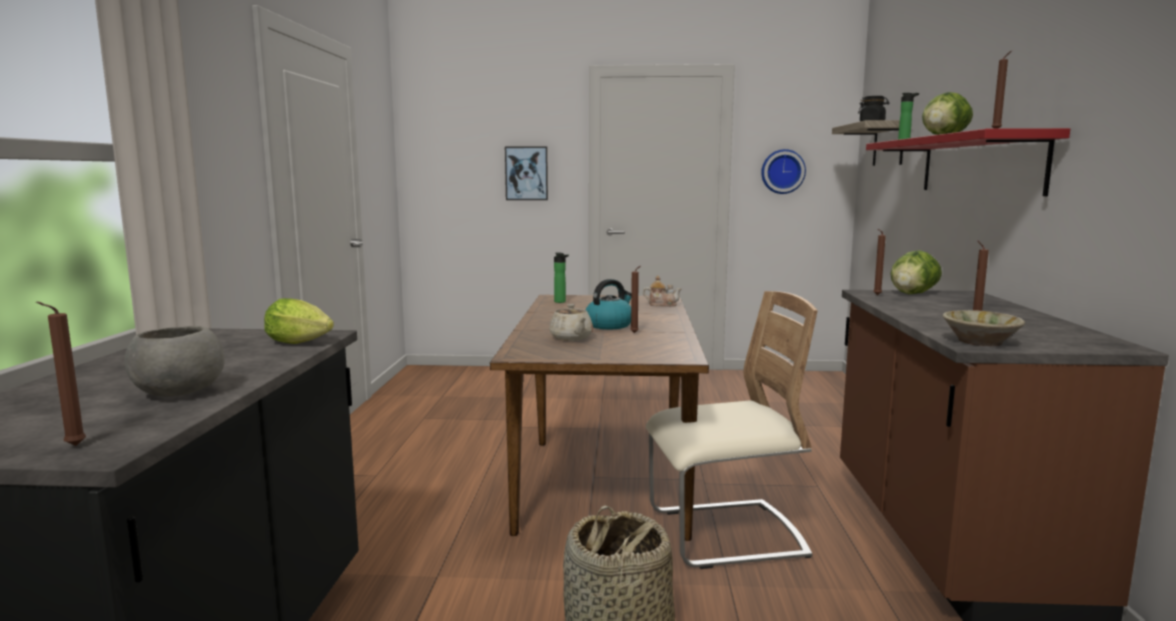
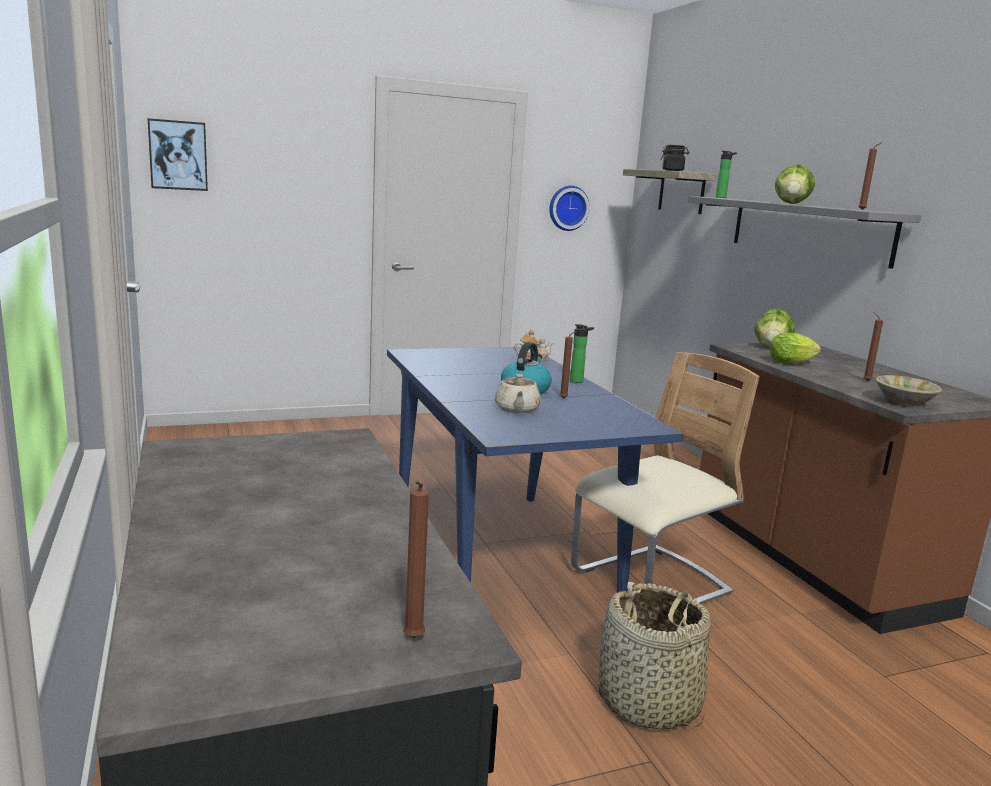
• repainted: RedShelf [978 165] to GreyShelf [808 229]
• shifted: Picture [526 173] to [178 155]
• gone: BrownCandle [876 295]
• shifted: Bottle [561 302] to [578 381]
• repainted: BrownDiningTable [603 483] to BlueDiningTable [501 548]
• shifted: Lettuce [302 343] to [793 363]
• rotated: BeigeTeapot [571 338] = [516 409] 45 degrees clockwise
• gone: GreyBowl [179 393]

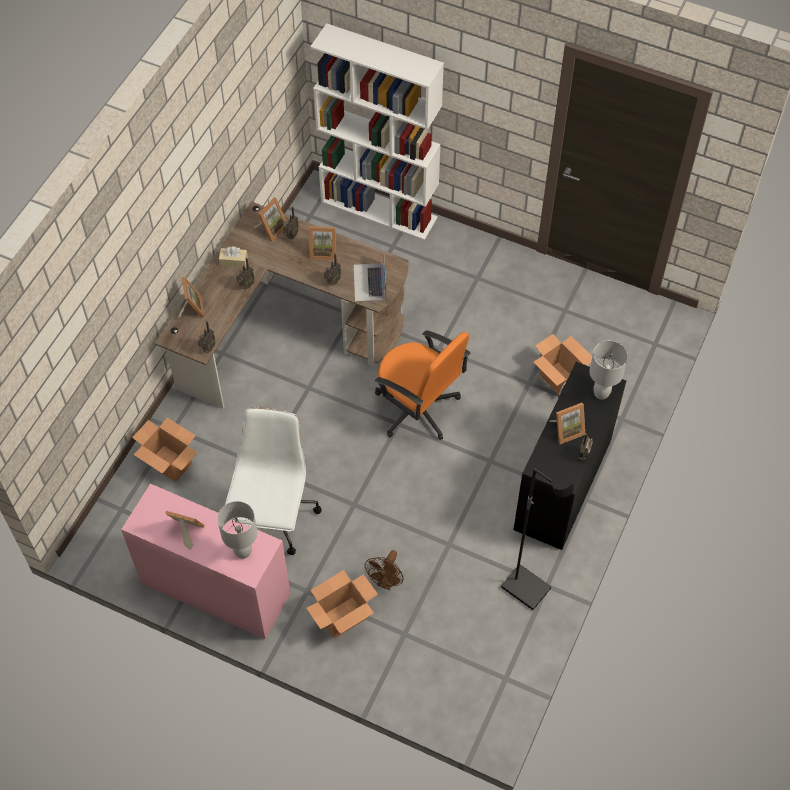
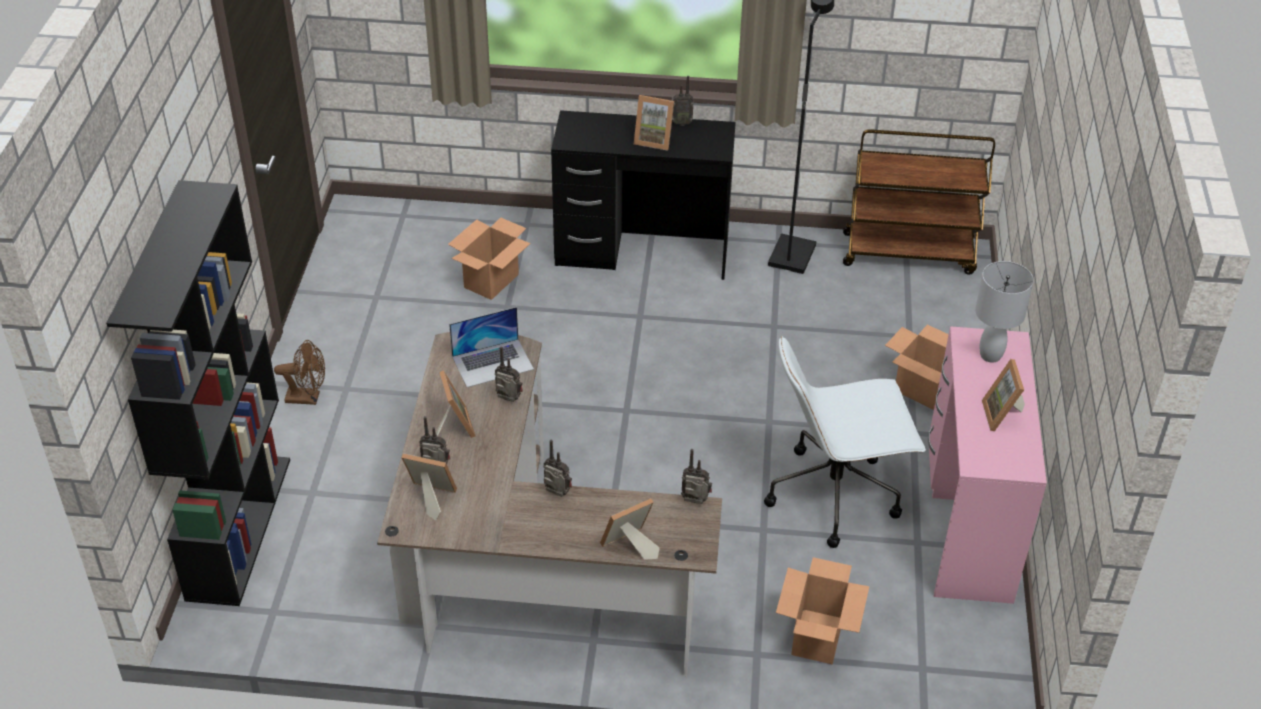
• repainted: WhiteBookcase [380 209] to BlackBookcase [238 526]
• gone: BeigeTissueBox [233 261]
• gone: OrangeOfficeChair [418 408]
• gone: WhiteTableLamp [601 393]
• rotated: PictureFrame [566 430] = [654 140] 150 degrees clockwise
• shifted: BrownFan [386 581] to [308 398]
• new: BrownCart [909 253]

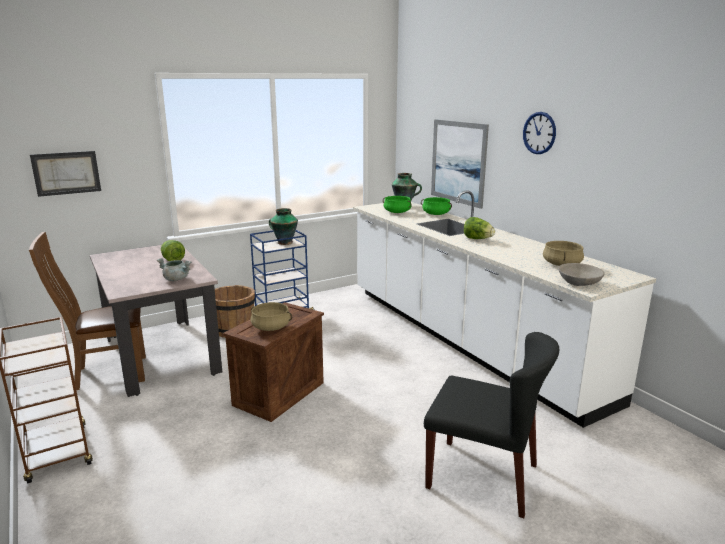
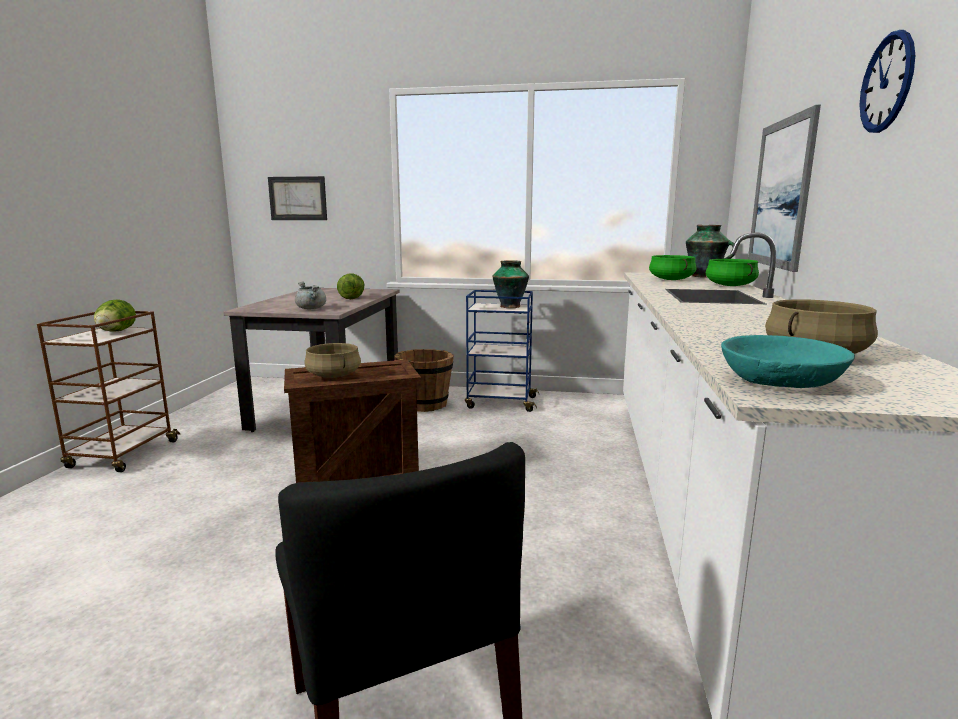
• shifted: Lettuce [478 239] to [115 332]
• gone: BrownChair [106 374]
• repainted: GreyBowl [579 282] to TurquoiseBowl [780 381]

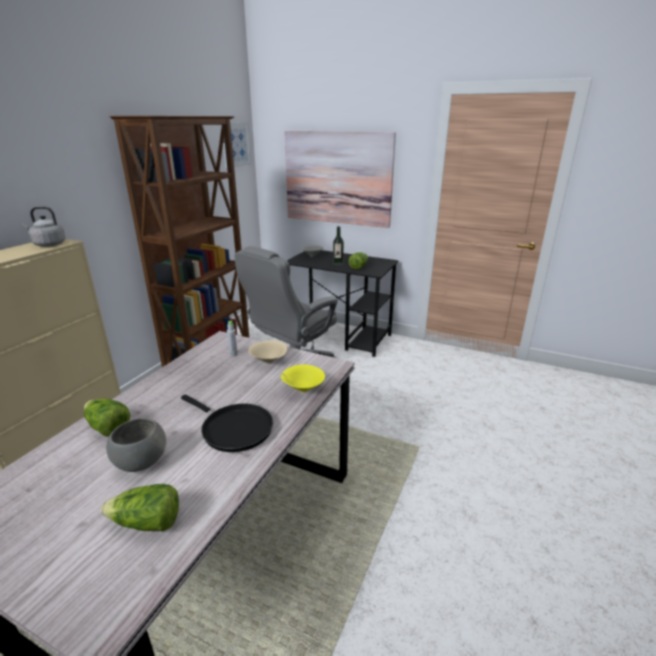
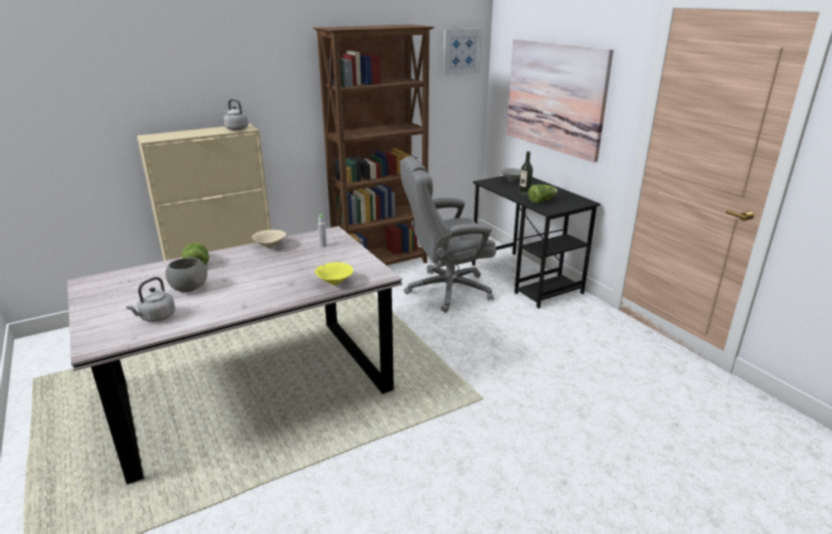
• shifted: BeigeBowl [269 362] to [270 247]
• gone: BlackFryingPan [233 429]
• swapped: Lettuce [147 523] to GreyKettle [156 317]

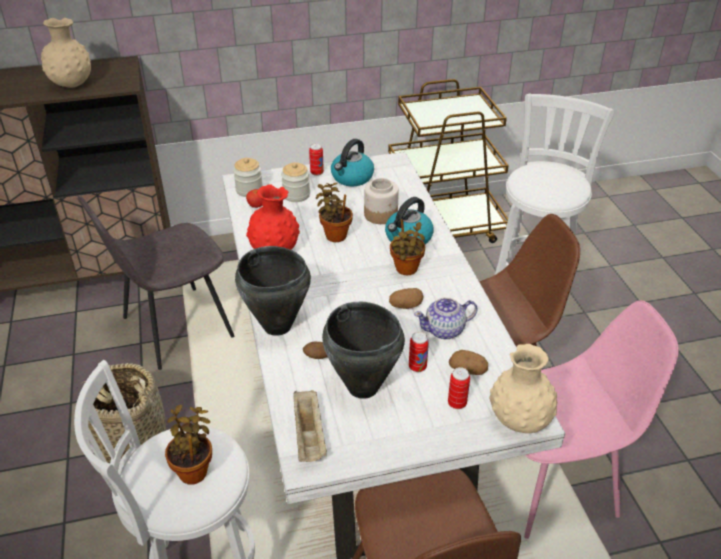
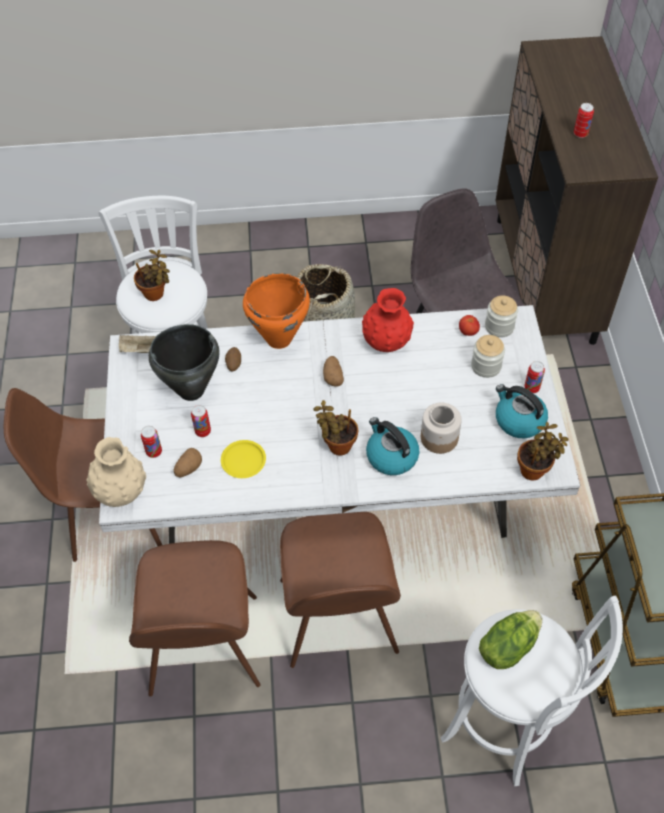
• swapped: BeigeVase [72 85] to Can [580 134]
• shifted: PottedPlant [335 235] to [534 470]
• repainted: BlackCookingPot [277 326] to OrangeCookingPot [278 339]
• shifted: Potato [406 306] to [333 377]
• swapped: Teapot [445 330] to YellowPlate [243 461]
• repainted: PinkChair [553 480] to BrownChair [203 649]
• new: Lettuce [507 646]

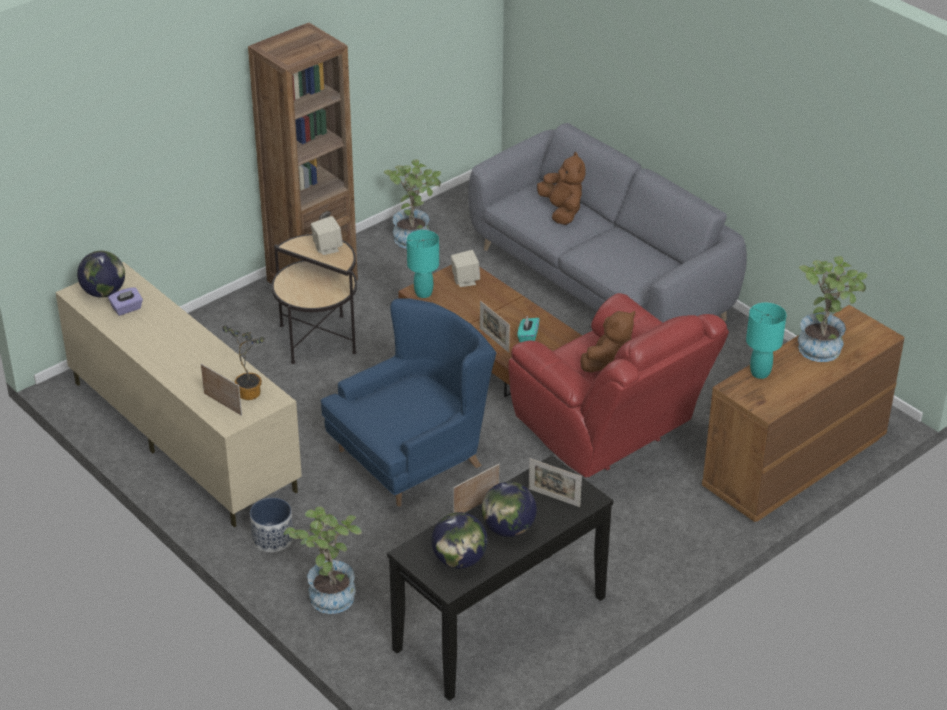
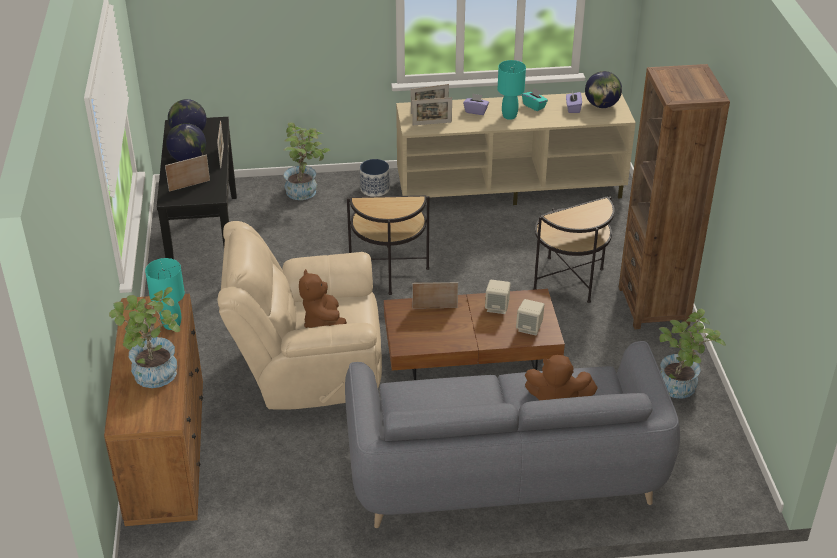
• shifted: BeigeSpeaker [327 248] to [497 307]
• shifted: TurquoiseTableLamp [423 293] to [509 116]
• repainted: RedArmchair [610 435] to BeigeArmchair [308 370]
• swapped: BlueArmchair [413 456] to SideTable [389 269]
• shifted: TurquoiseTissueBox [528 337] to [534 106]
• swapped: PottedPlant [250 391] to PictureFrame [432 123]
• new: PurpleTissueBox [476 111]

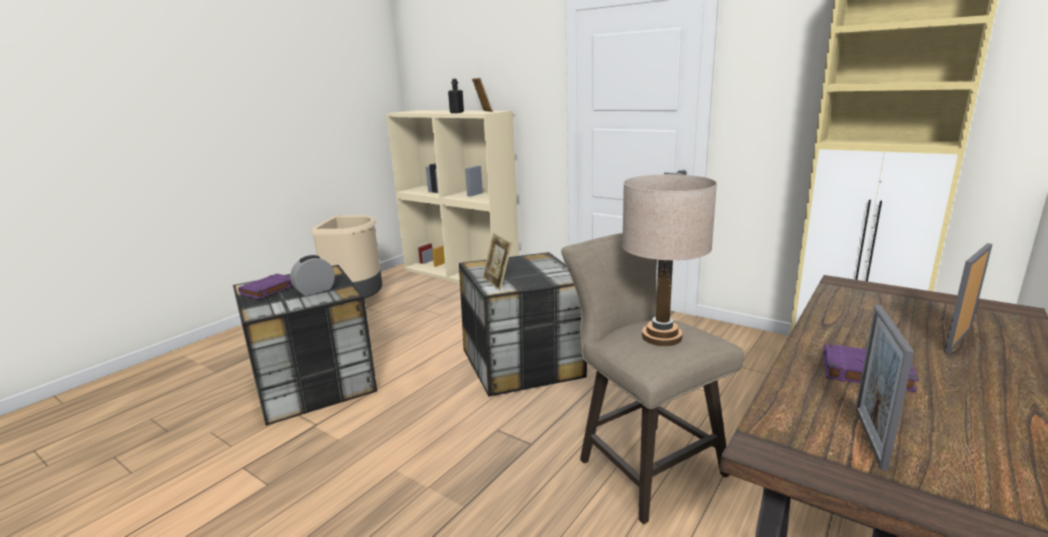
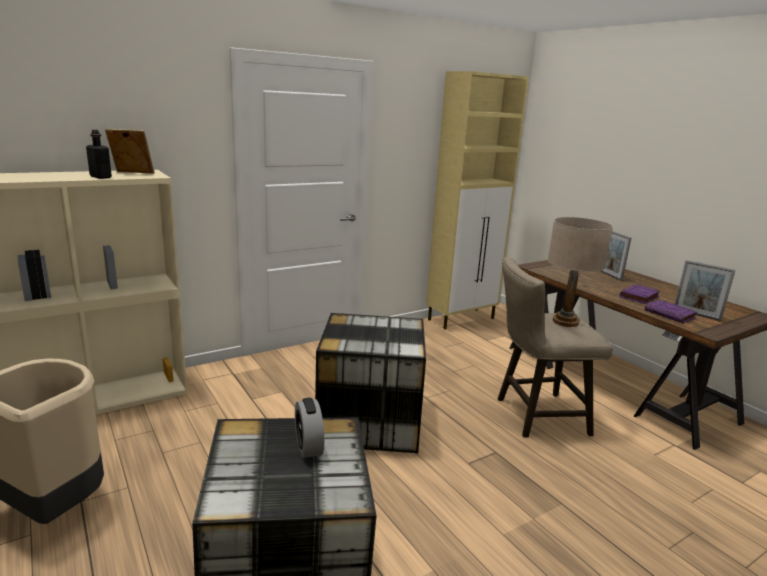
• gone: PictureFrame [498 283]
• shifted: PurpleBook [268 290] to [670 314]

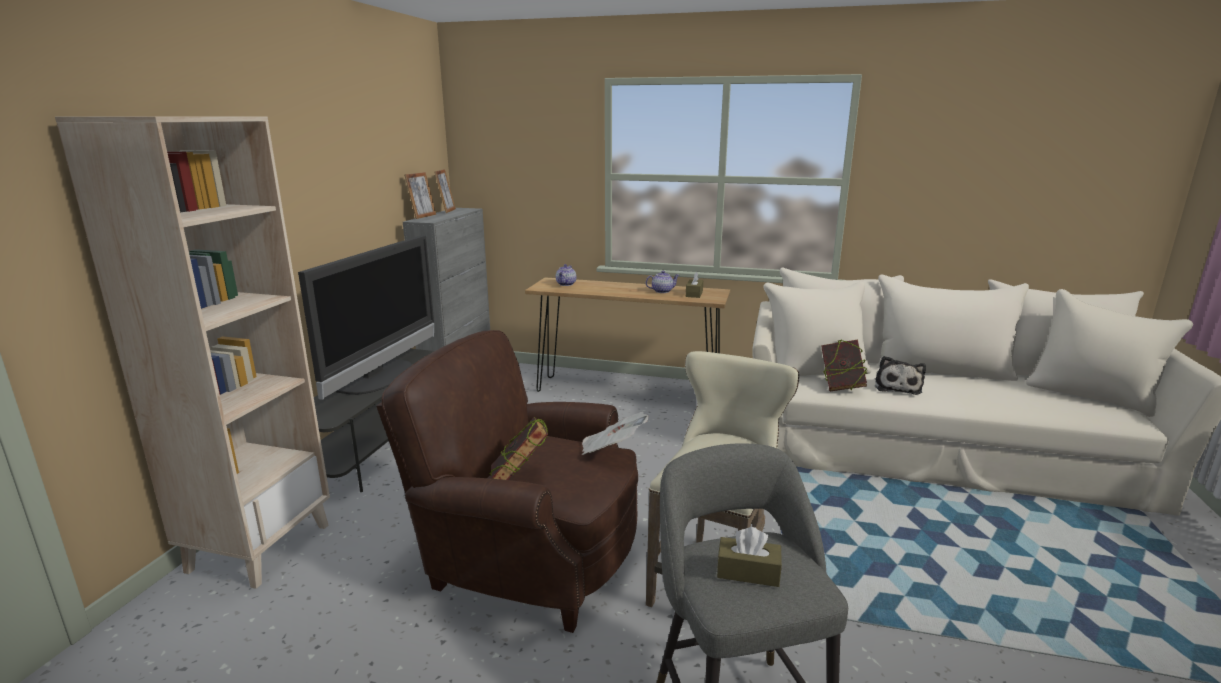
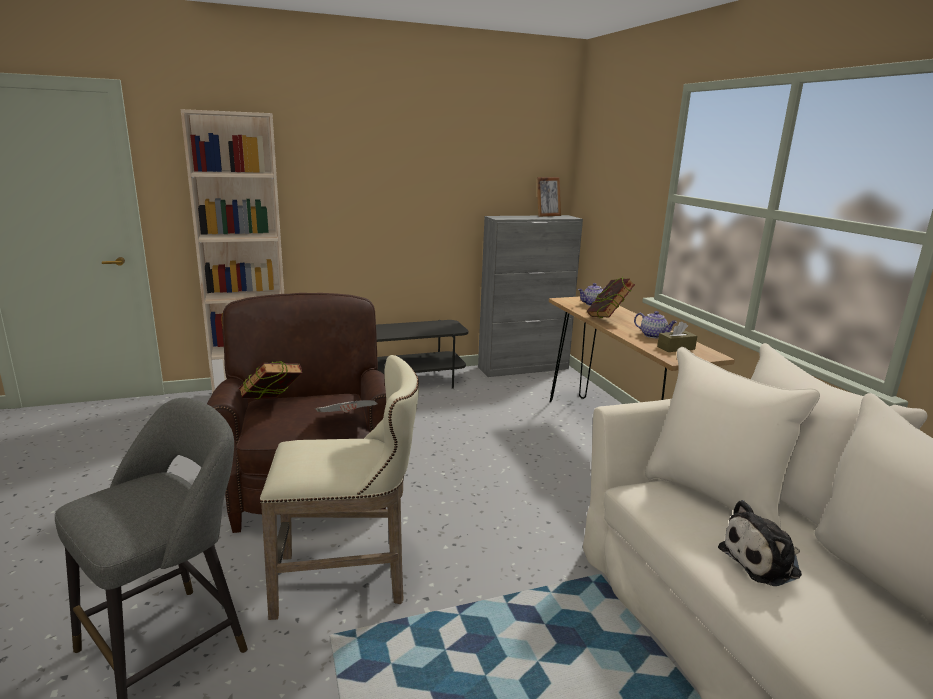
• gone: PictureFrame [422 216]
• gone: Television [381 378]
• shifted: Book [841 387] to [608 319]
• gone: BrownTissueBox [748 572]

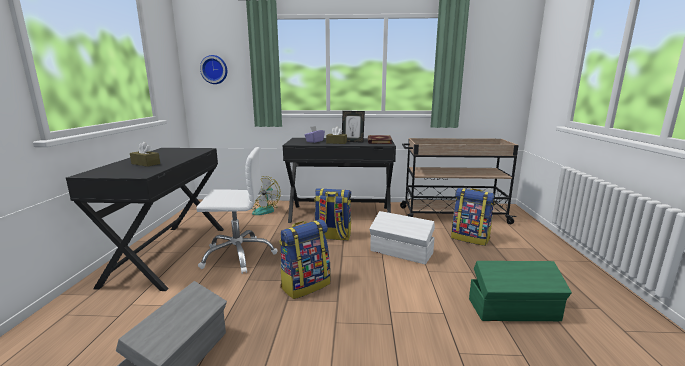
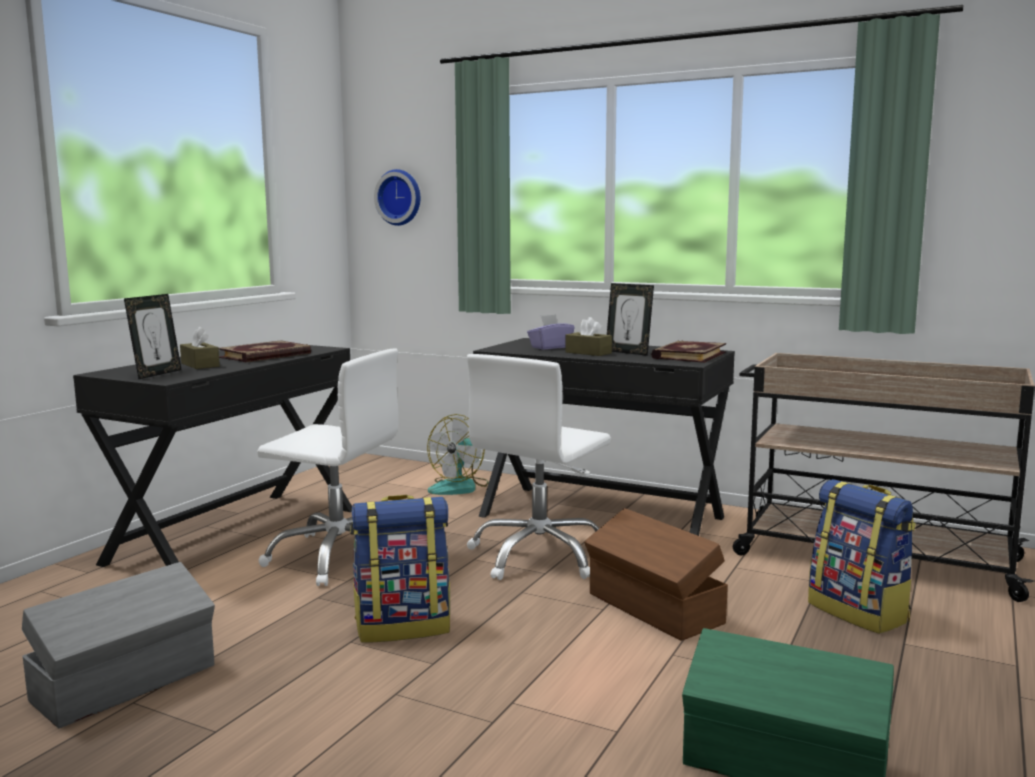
• swapped: Backpack [332 237] to WhiteOfficeChair [539 555]
• repainted: WhiteStorageBox [401 252] to BrownStorageBox [654 609]
• new: PictureFrame [156 374]
• new: Book [265 355]

